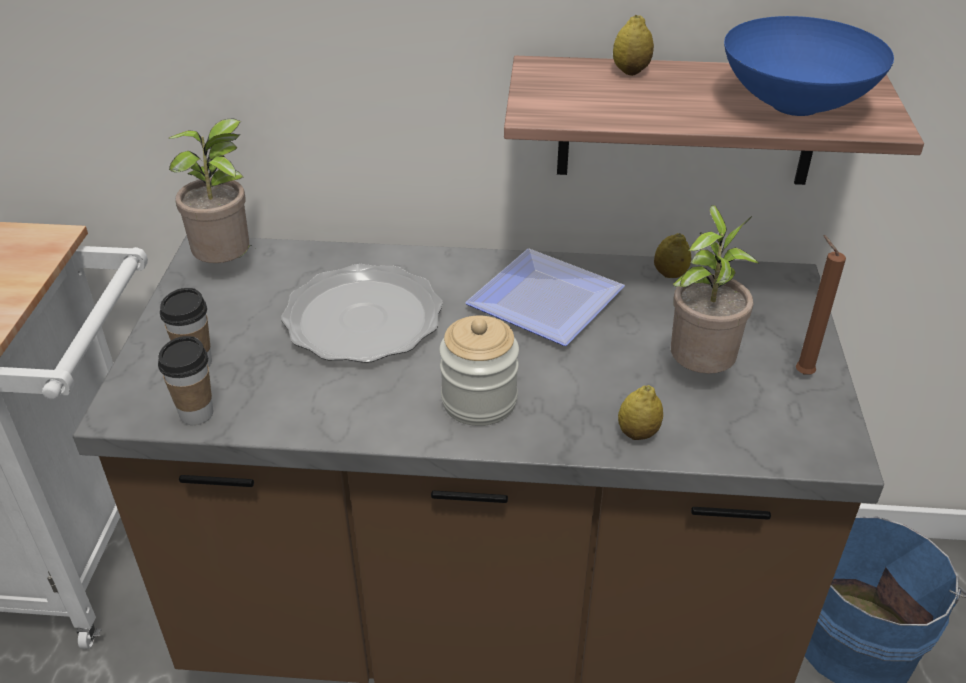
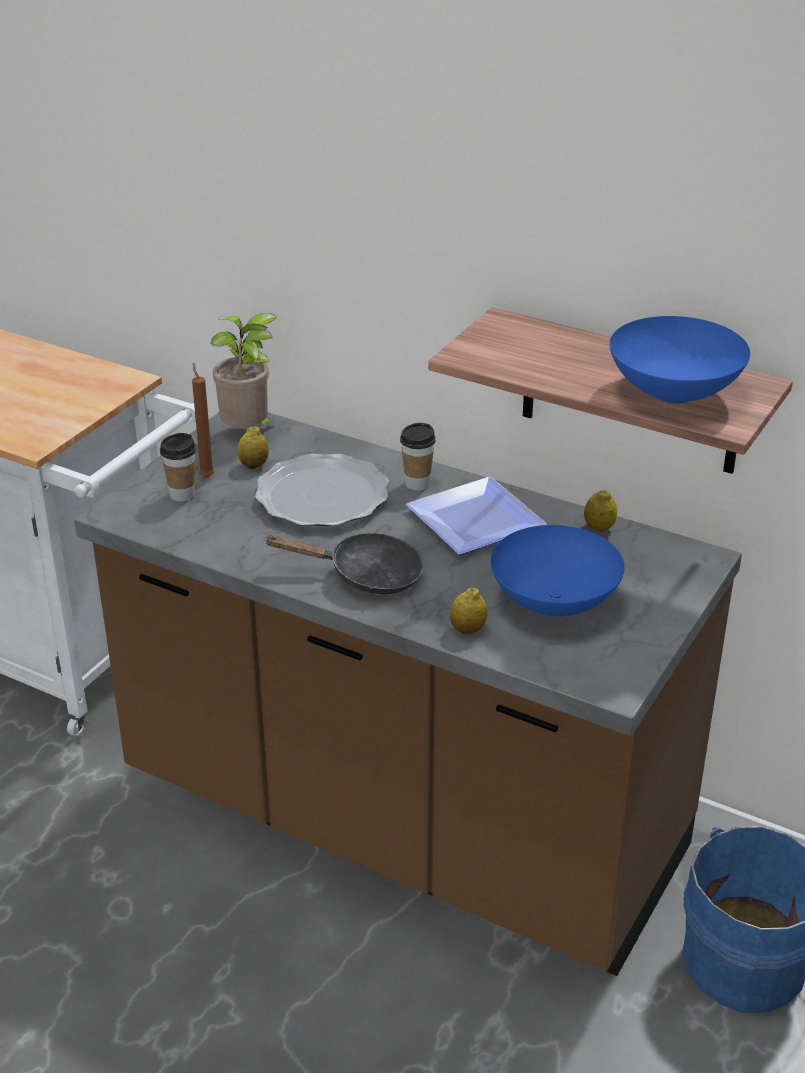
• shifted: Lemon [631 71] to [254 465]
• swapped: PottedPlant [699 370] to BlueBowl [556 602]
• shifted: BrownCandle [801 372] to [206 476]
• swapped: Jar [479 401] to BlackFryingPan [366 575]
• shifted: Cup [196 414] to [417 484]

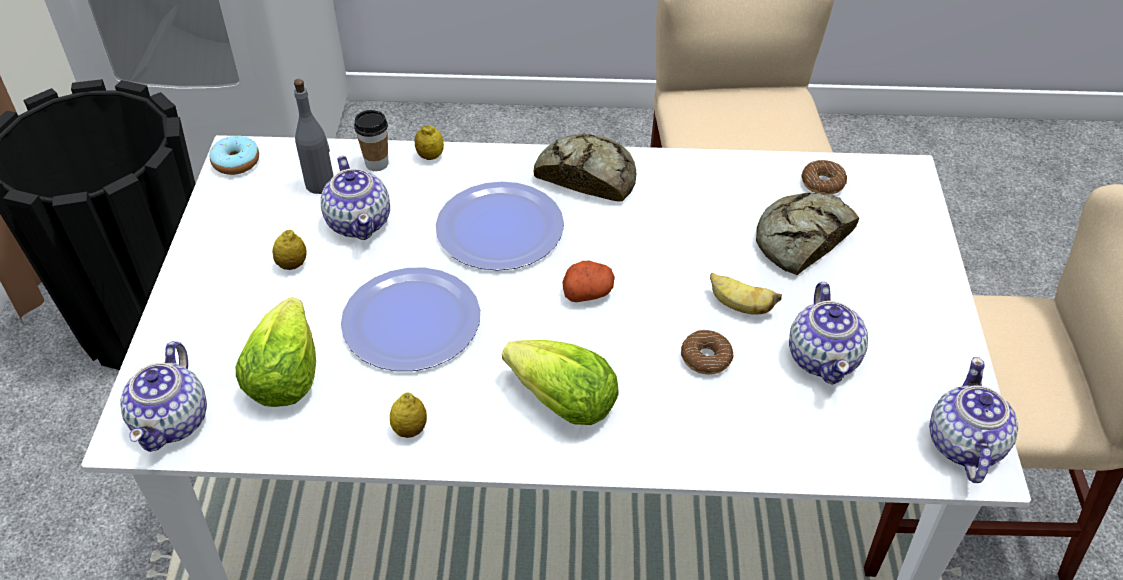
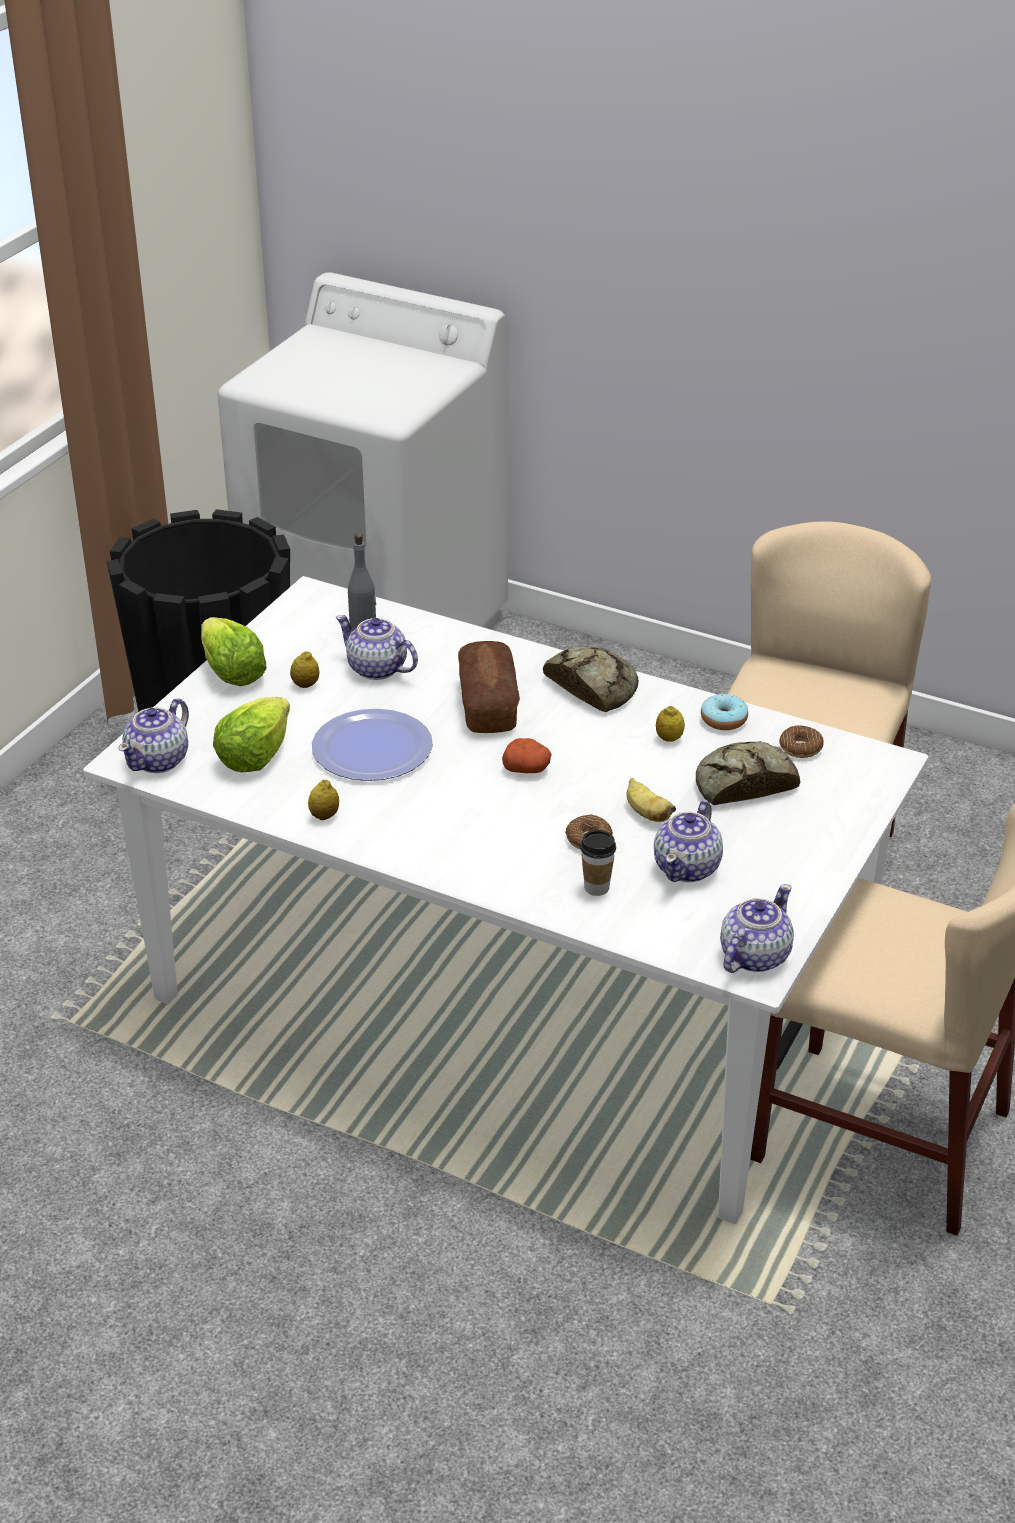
• shifted: Cup [377 164] to [596 887]
• shifted: Lemon [430 156] to [669 738]
• shifted: Donut [236 162] to [723 720]
• rotated: Teapot [359 222] = [377 669] 120 degrees clockwise
• swapped: Plate [500 228] to Bread [488 704]
• shifted: Lettuce [563 403] to [232 673]

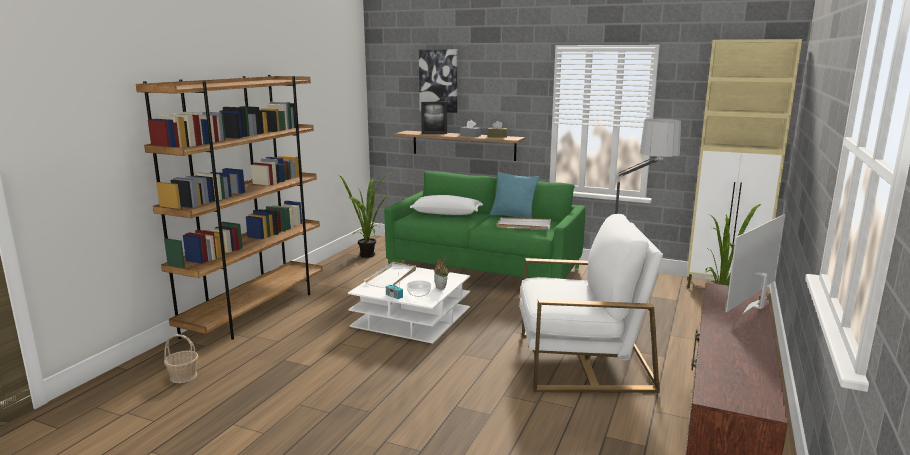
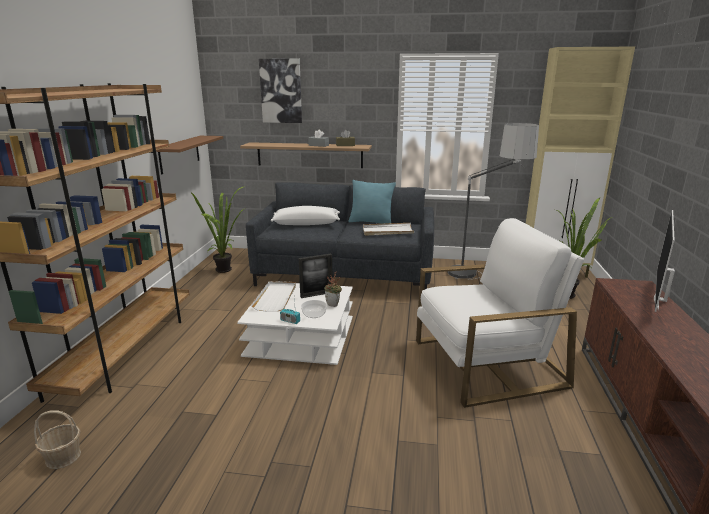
• shifted: PictureFrame [434 134] to [316 294]
• repainted: GreenSofa [484 270] to GreySofa [345 274]
• new: BrownShelf [179 154]

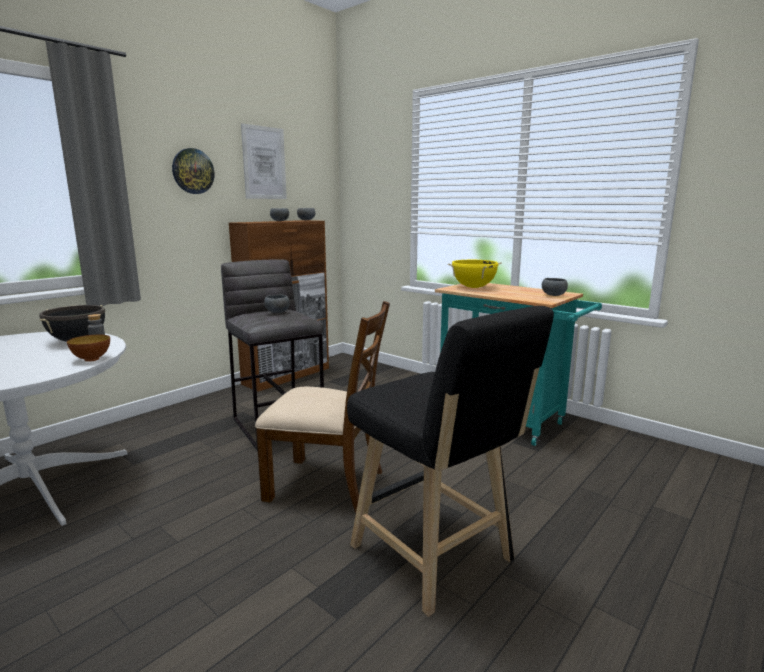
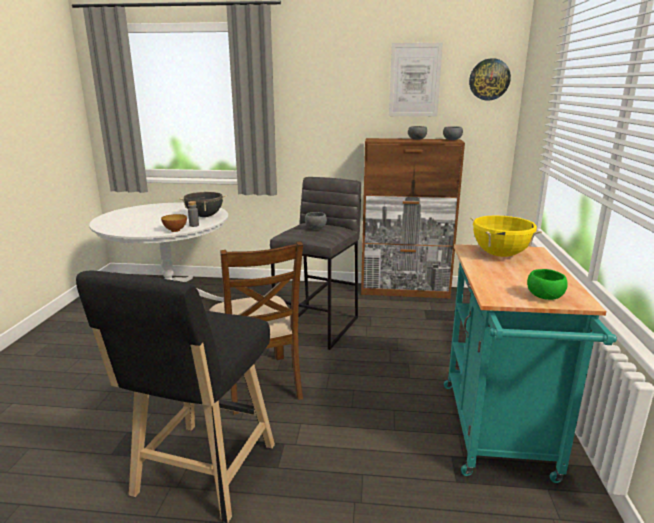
• shifted: WallClock [193 171] to [489 79]
• repainted: GreyBowl [553 295] to GreenBowl [543 297]

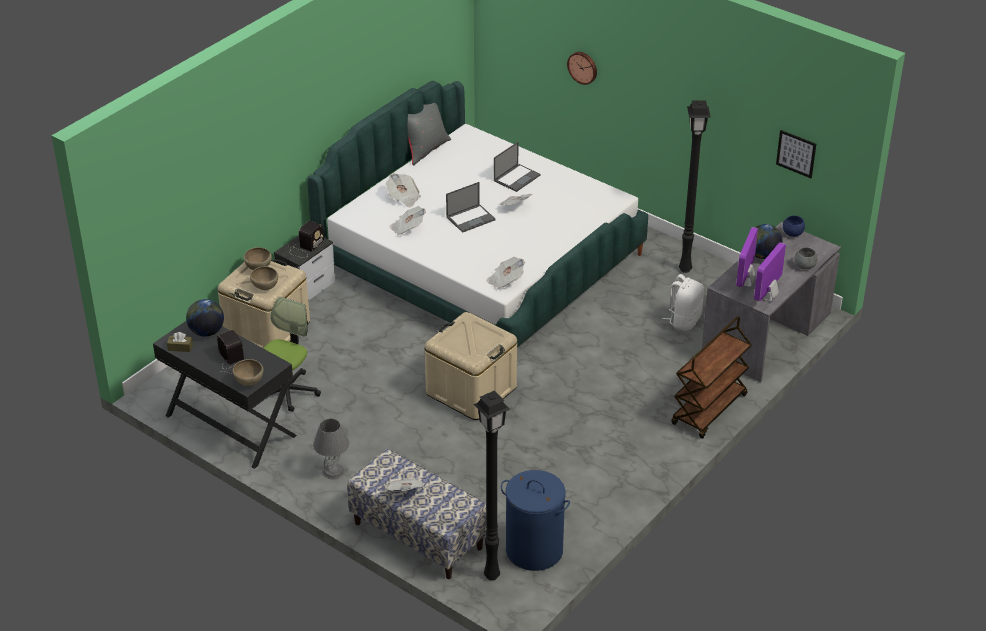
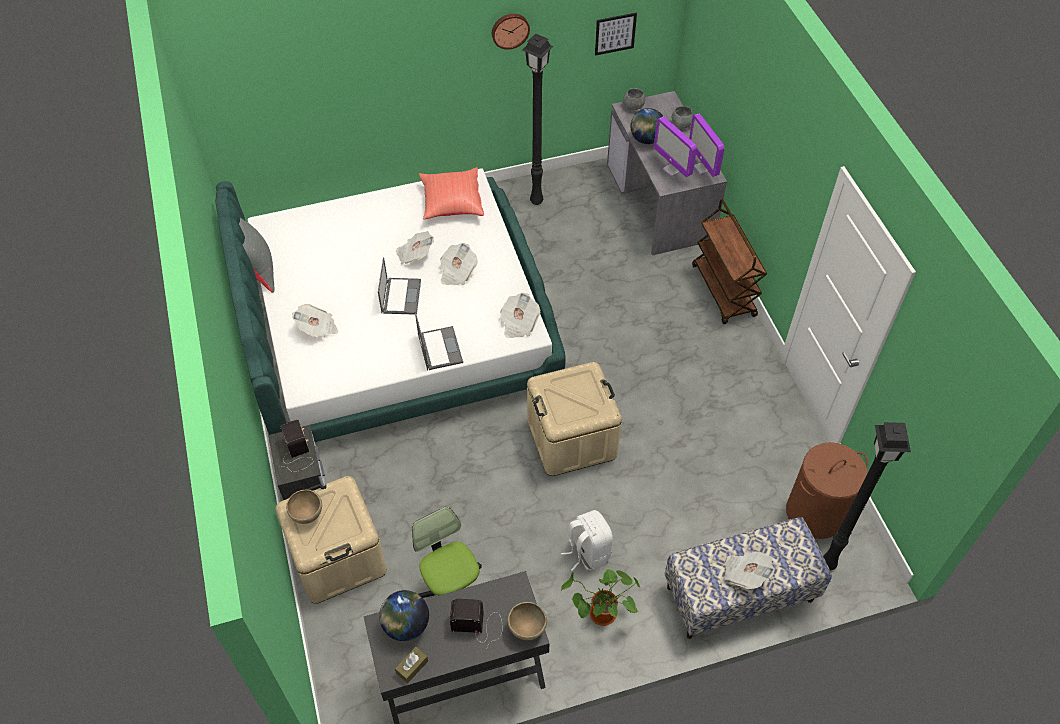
• shifted: WallClock [583 67] to [510 30]
• shifted: Laptop [517 178] to [439 348]
• shifted: Newspaper [407 228] to [457 272]
• repainted: BlueBowl [792 233] to GreyBowl [633 106]
• gone: BrownBowl [265 288]
• shifted: WhiteBackpack [684 320] to [587 552]
• swapped: GreyTableLamp [333 471] to PottedPlant [600 616]
• repainted: BlueLaundryBasket [534 550] to BrownLaundryBasket [815 513]
• new: RedPillow [451 203]

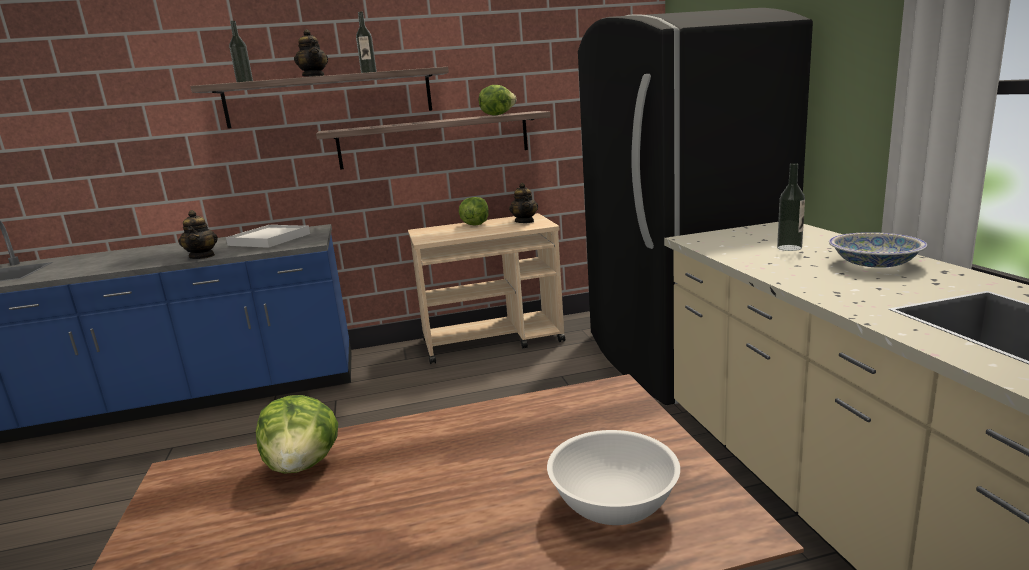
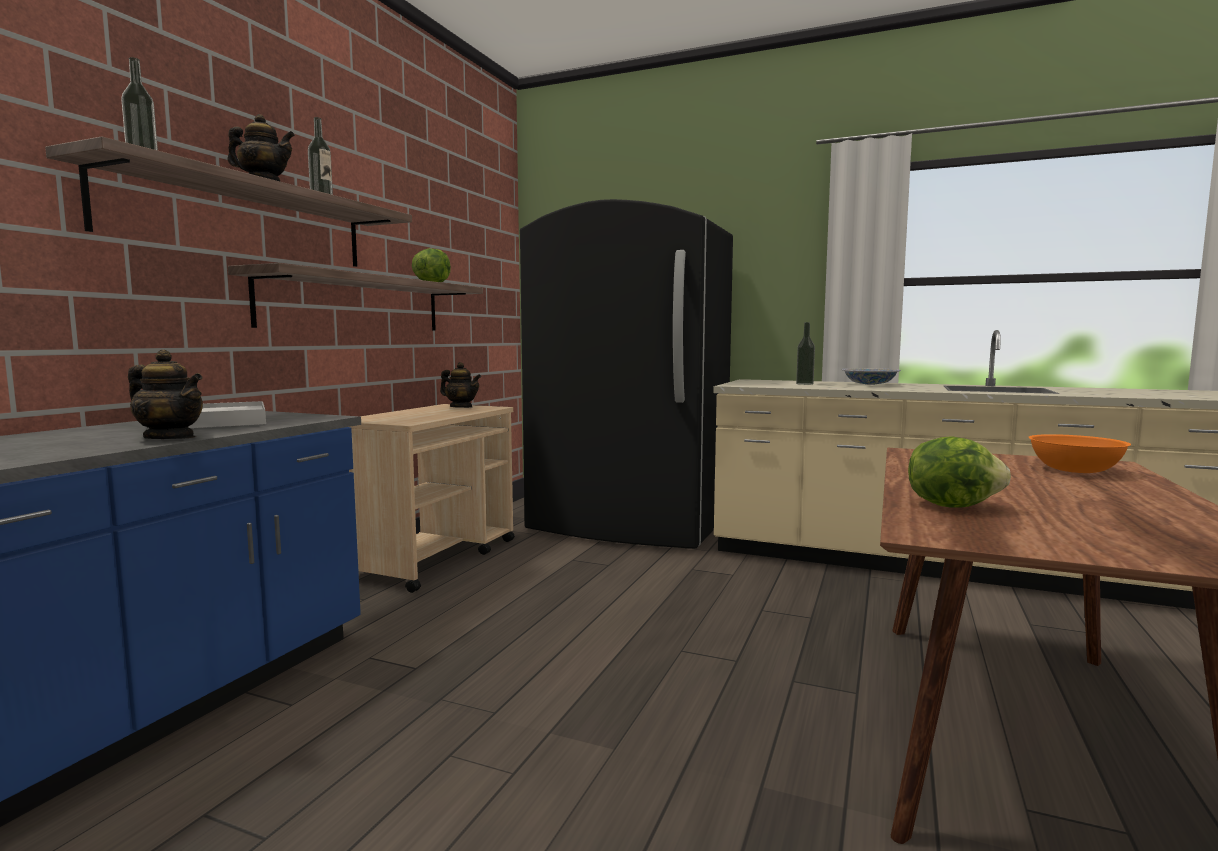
• gone: Lettuce [475 224]
• repainted: WhiteBowl [613 504] to OrangeBowl [1074 470]

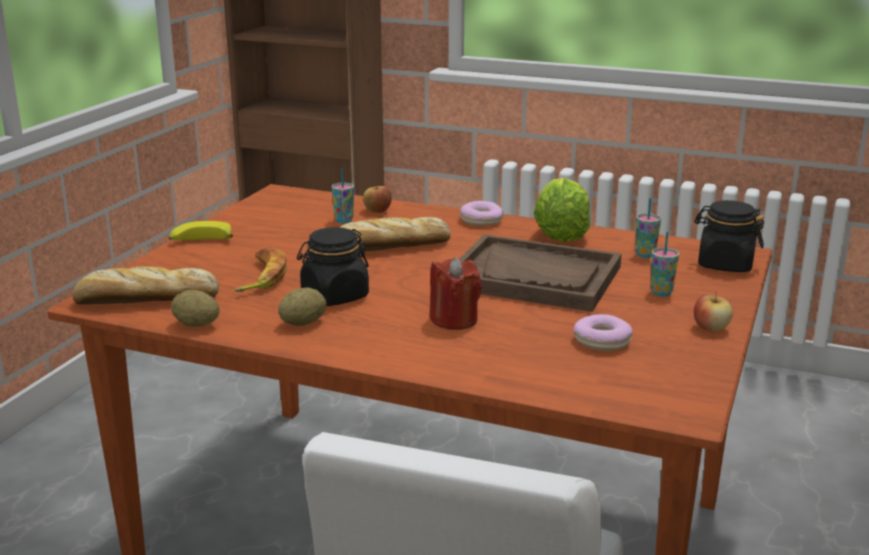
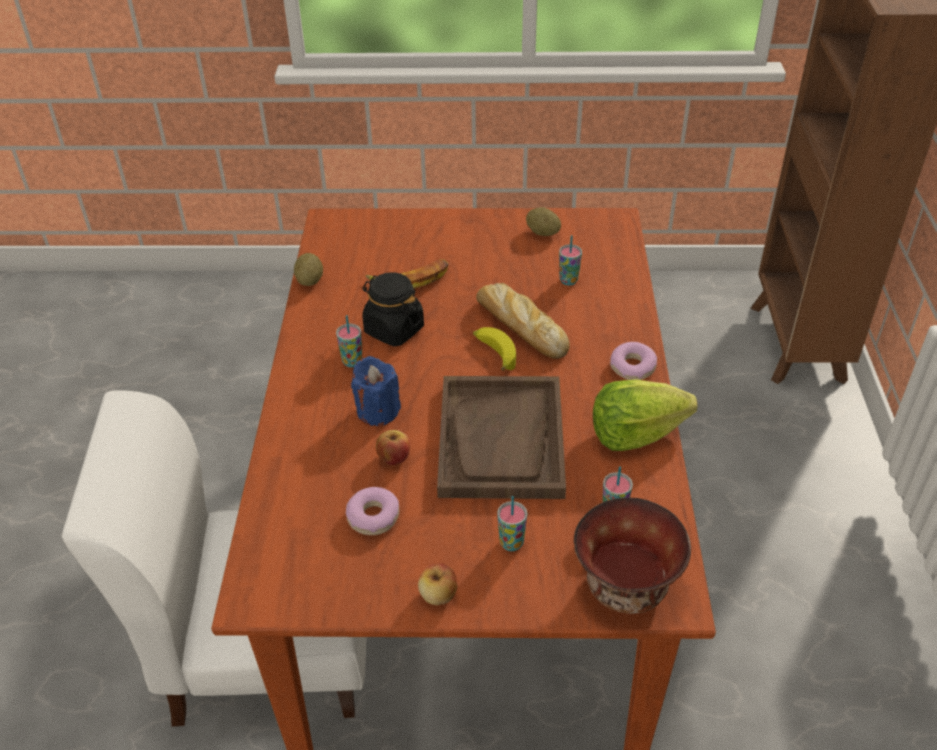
• shifted: Apple [377 211] to [394 458]
• swapped: BlackJar [725 264] to Bowl [626 589]
• shifted: Banana [200 241] to [494 353]
• repainted: RedCandle [454 320] to BlueCandle [377 411]
• gone: Bread [144 300]
• shifted: Potato [303 323] to [542 233]
• new: Cup [352 361]

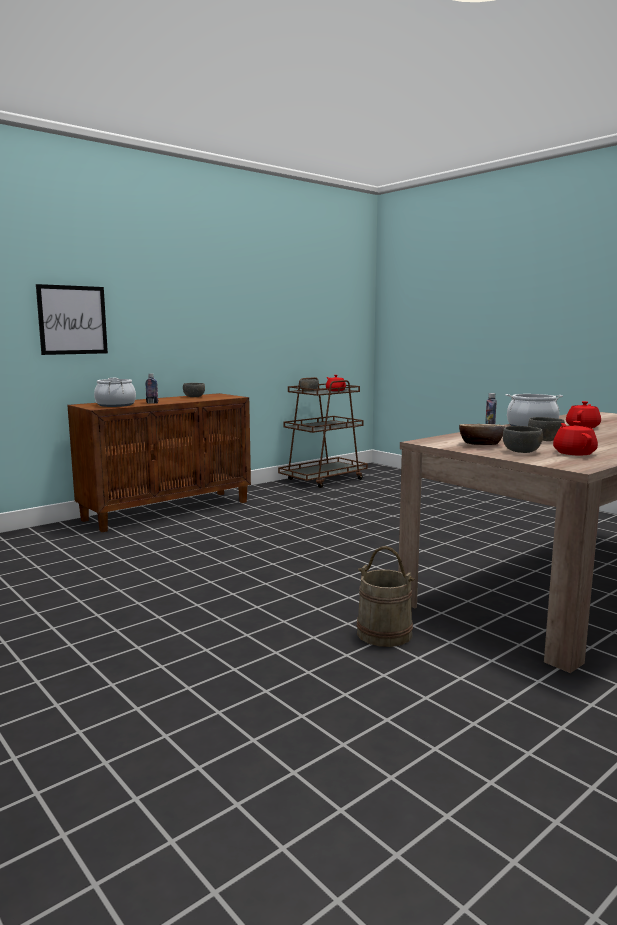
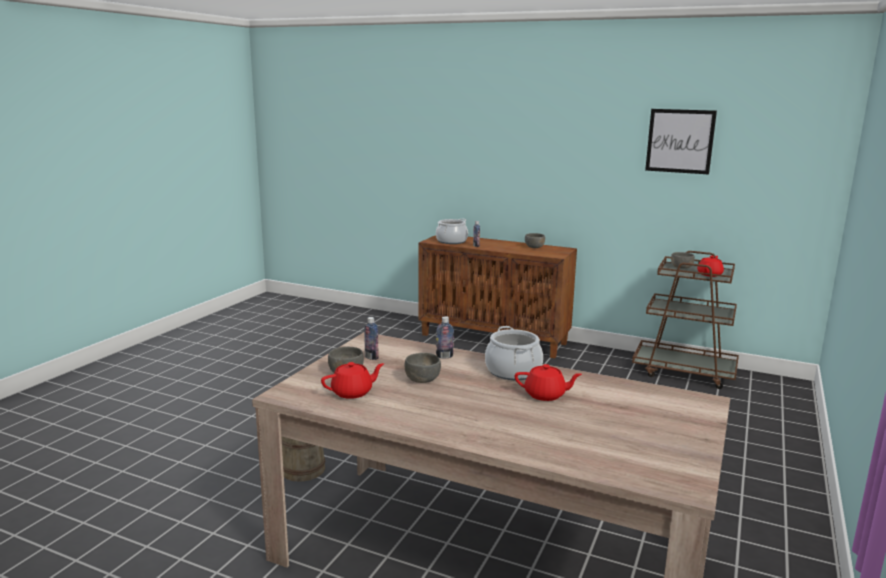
• shifted: Picture [72 320] to [680 141]
• swapped: Bowl [481 444] to Bottle [371 357]

